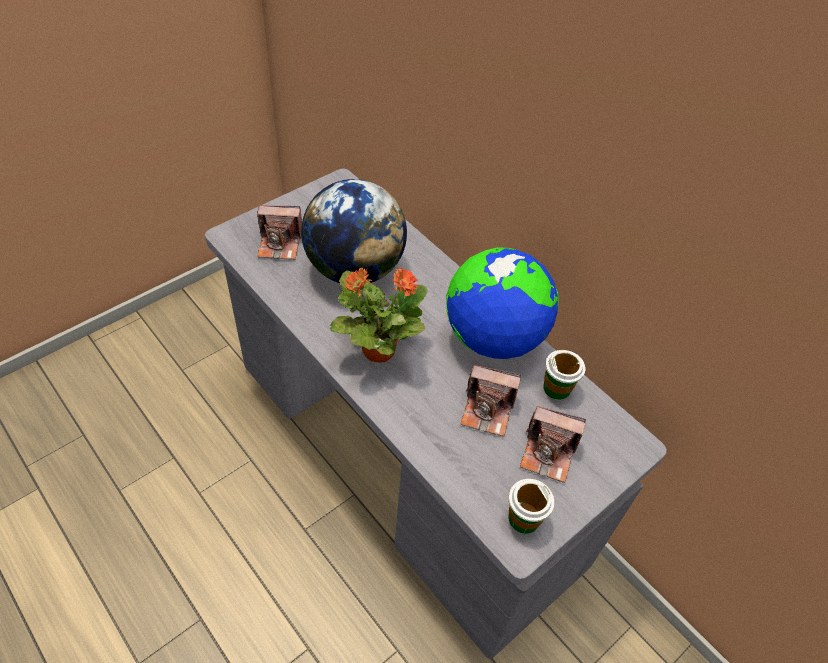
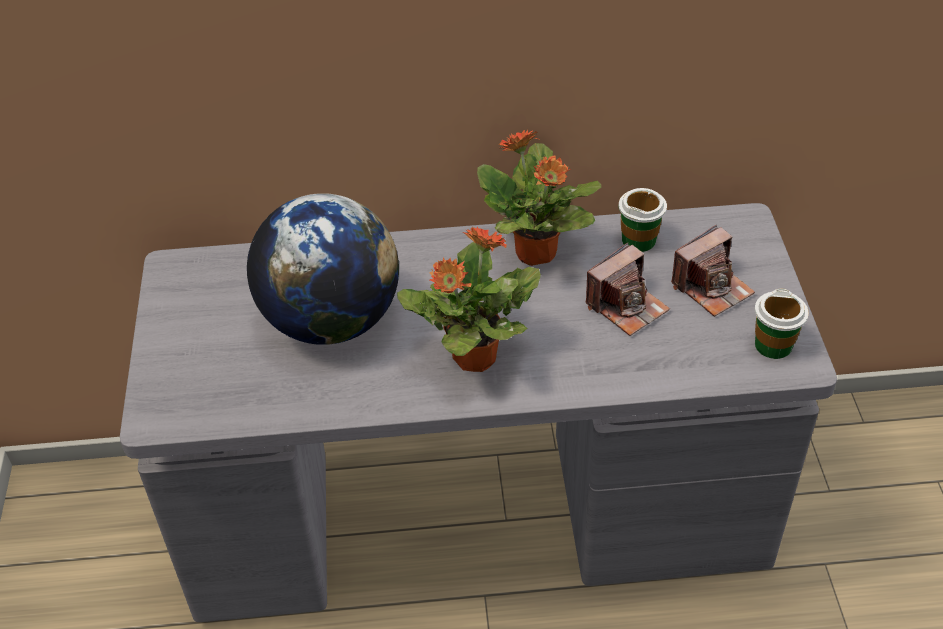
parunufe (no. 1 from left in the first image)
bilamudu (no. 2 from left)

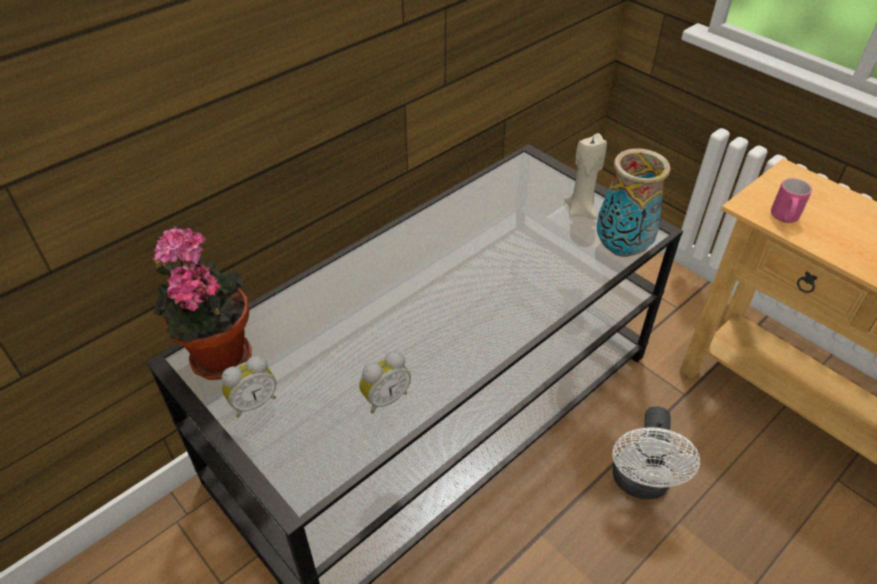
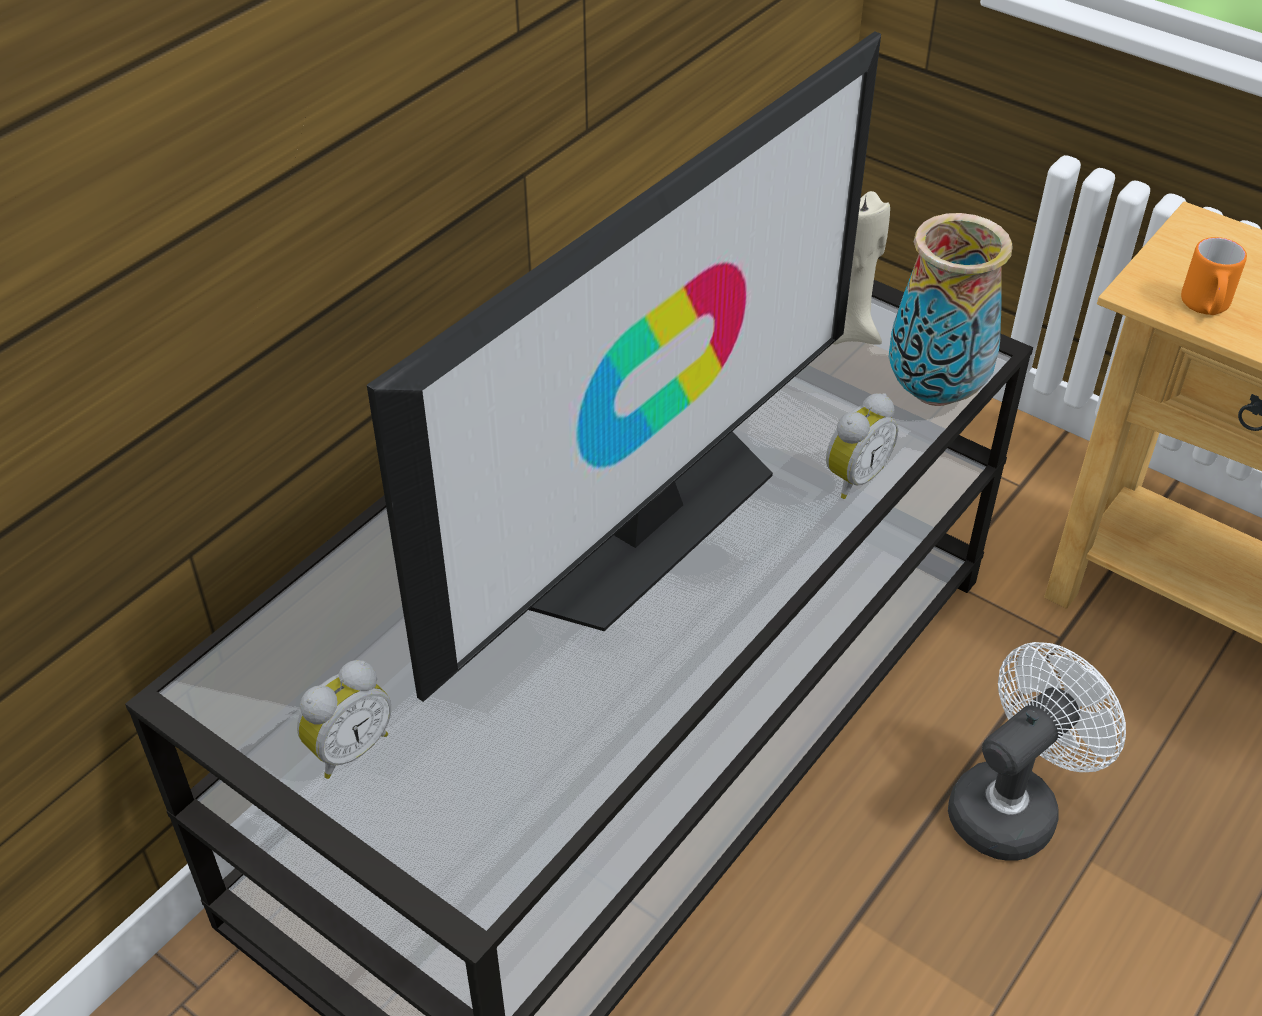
bilamudu
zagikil (no. 2 from left)
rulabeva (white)
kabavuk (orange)
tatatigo

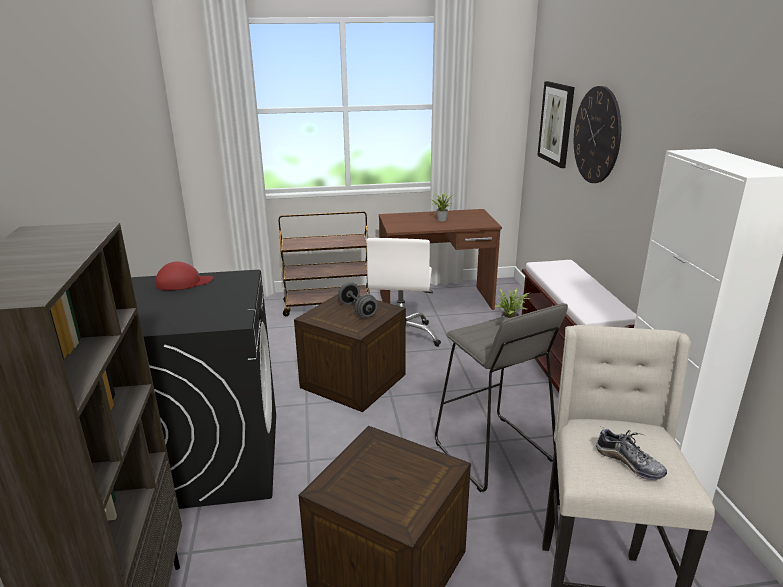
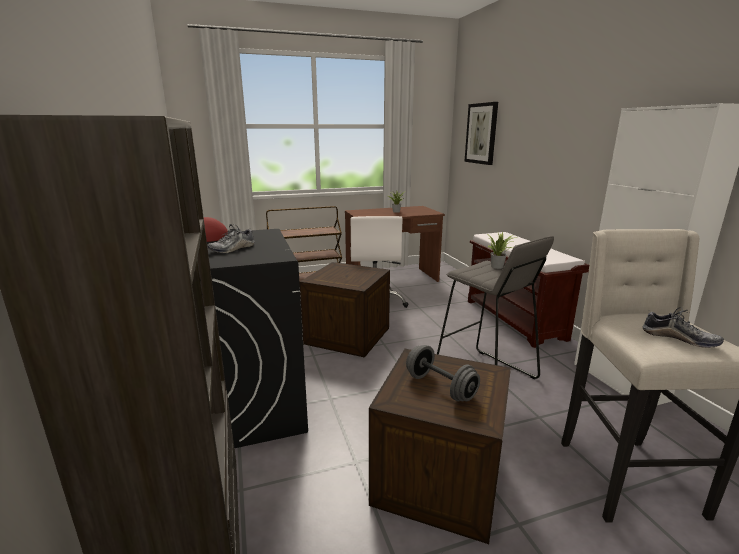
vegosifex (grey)
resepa
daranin (no. 1 from left)

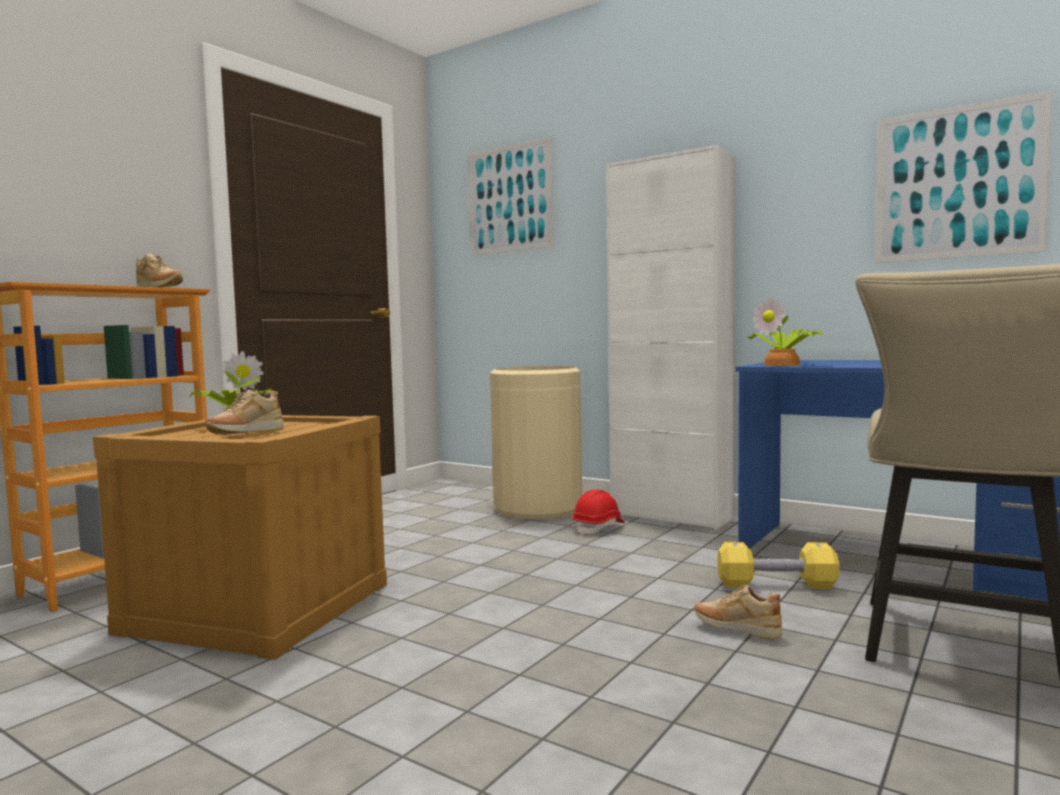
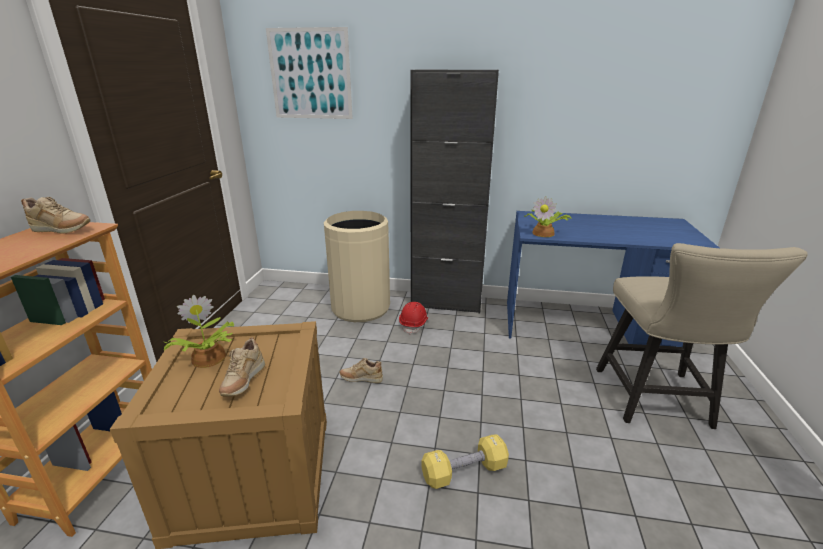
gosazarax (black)
daranin (beige) (no. 3 from left)
vegosifex (yellow)
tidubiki (no. 2 from left in the first image)

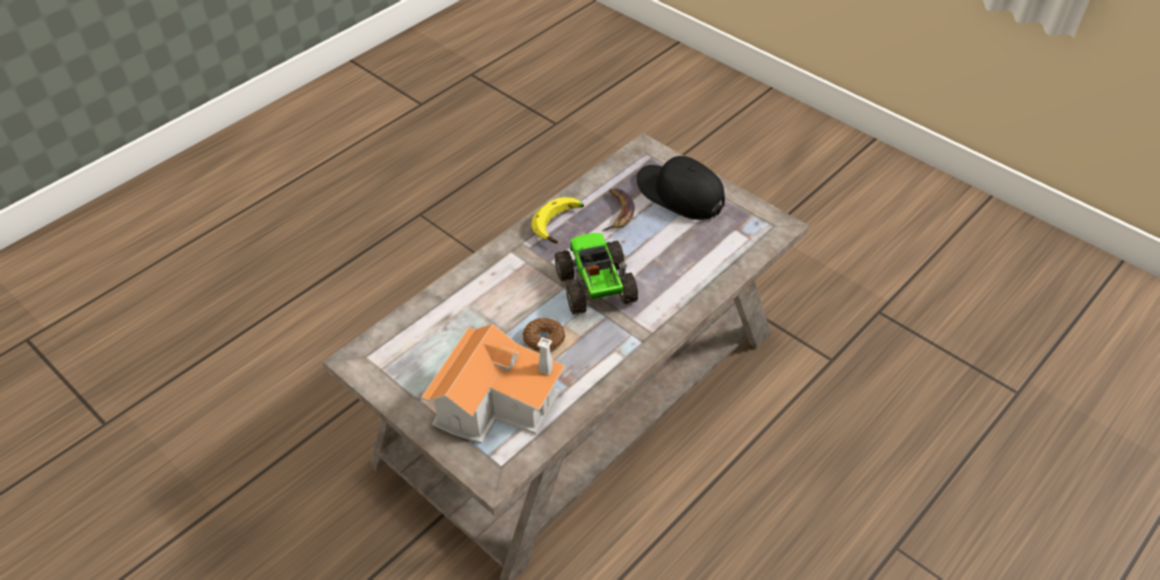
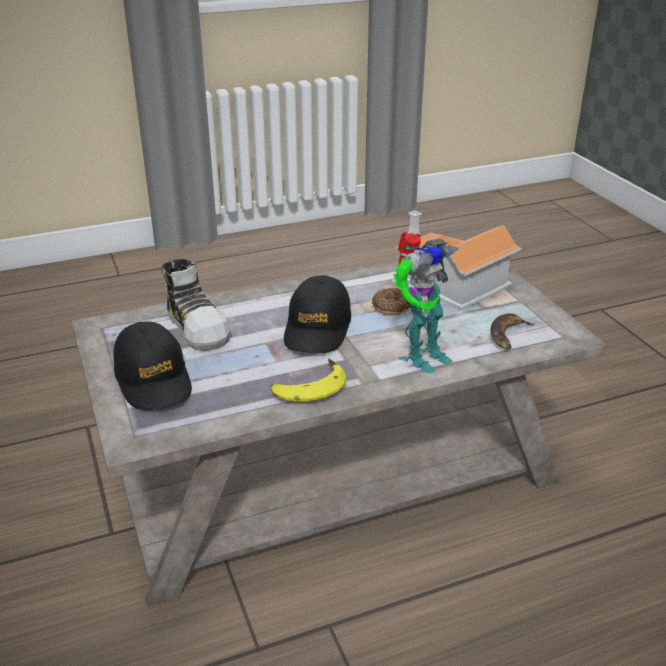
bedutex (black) (no. 2 from left)
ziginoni (no. 2 from left)
daranin
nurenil

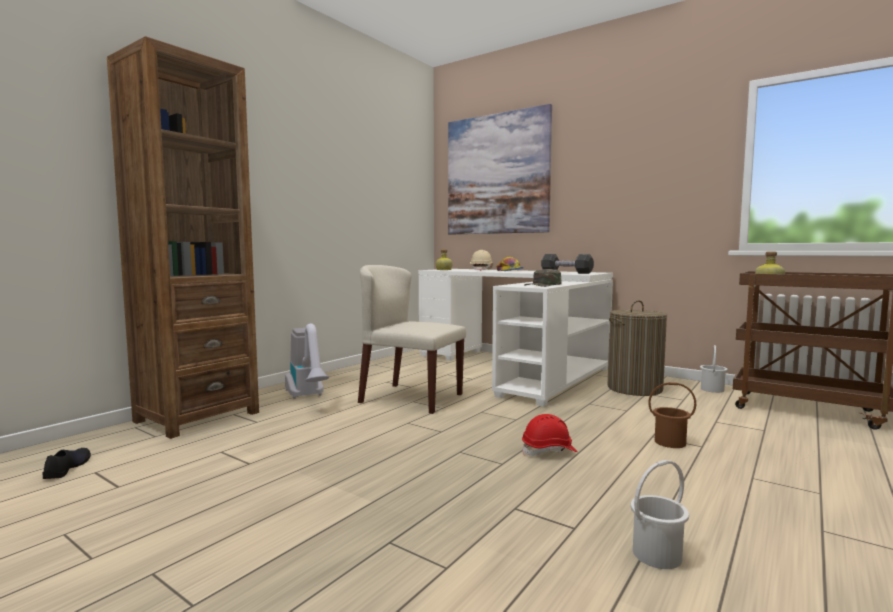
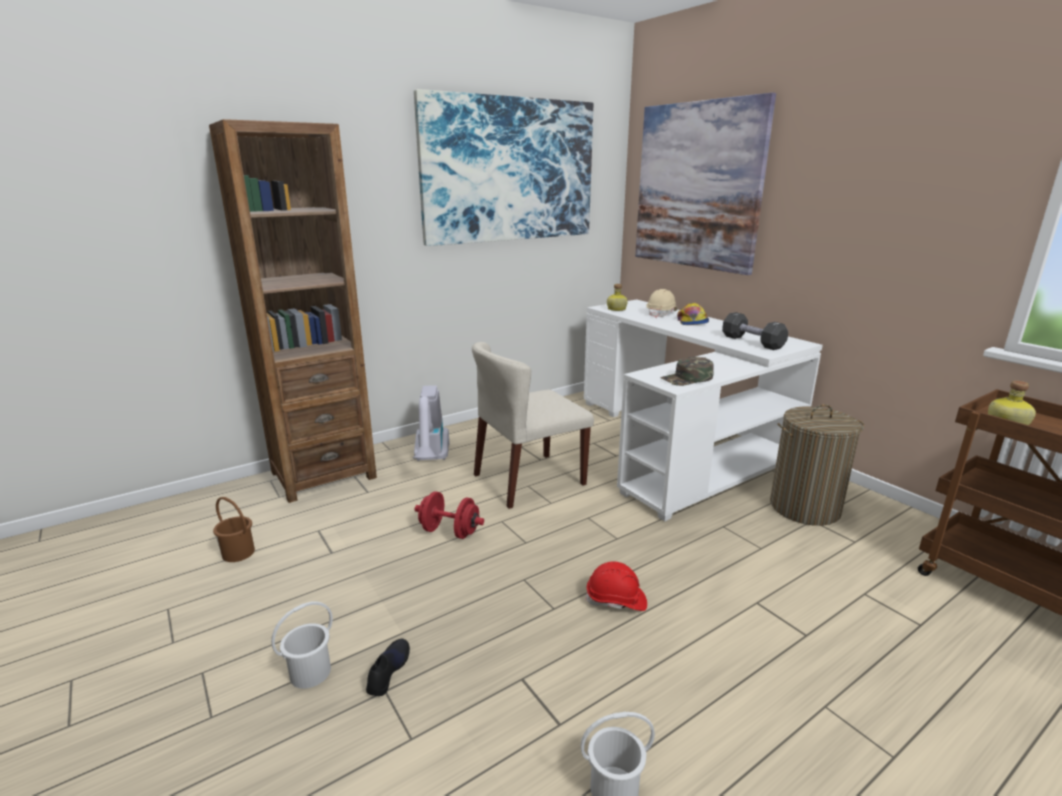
daranin (black)
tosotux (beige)
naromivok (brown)
naromivok (white) (no. 1 from left)
tidubiki (no. 1 from left)
vegosifex (red)

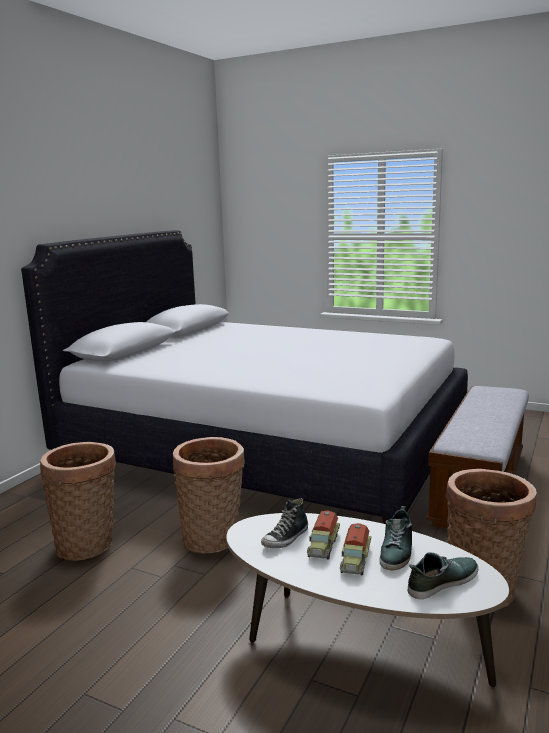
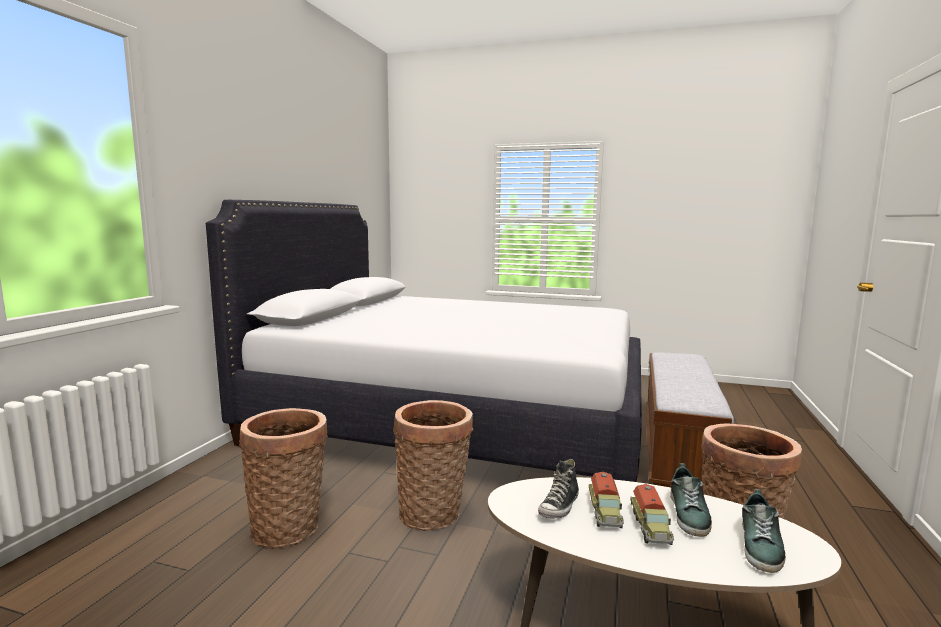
daranin (no. 3 from left)

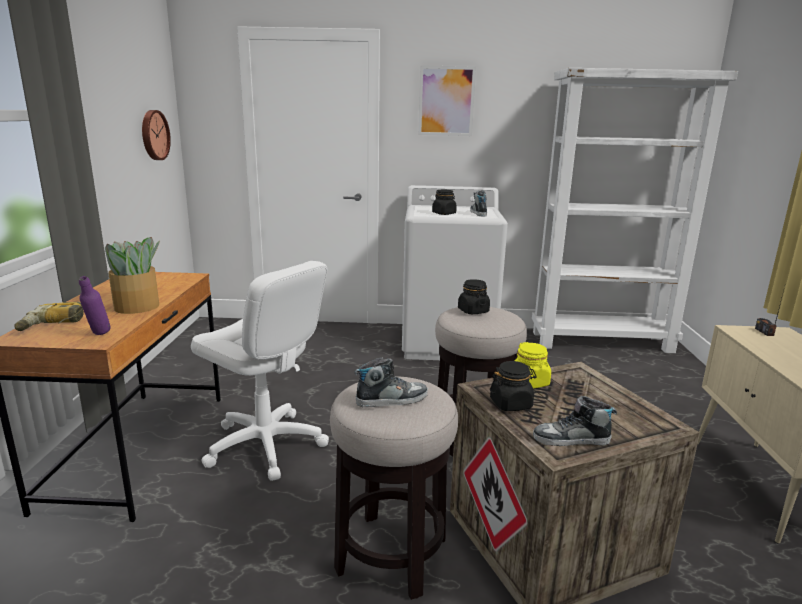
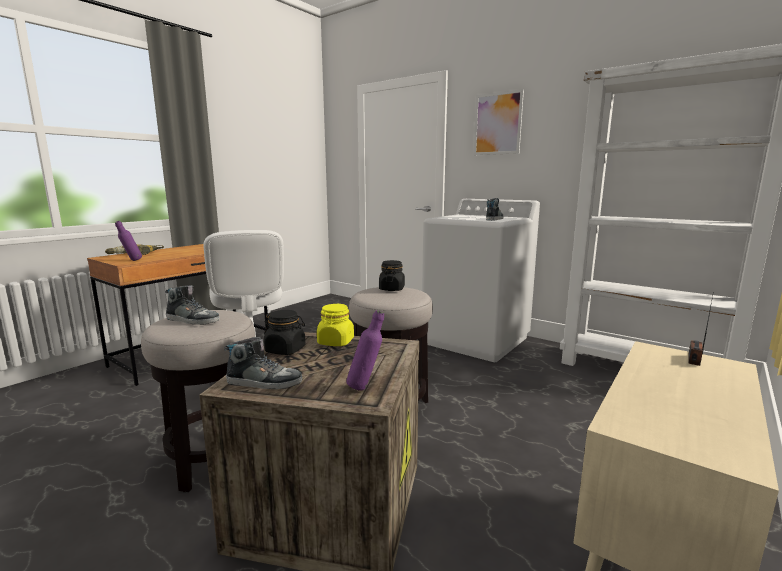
bilamudu
resepa
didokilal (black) (no. 1 from left in the first image)
daranin (no. 2 from left)
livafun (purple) (no. 2 from left)

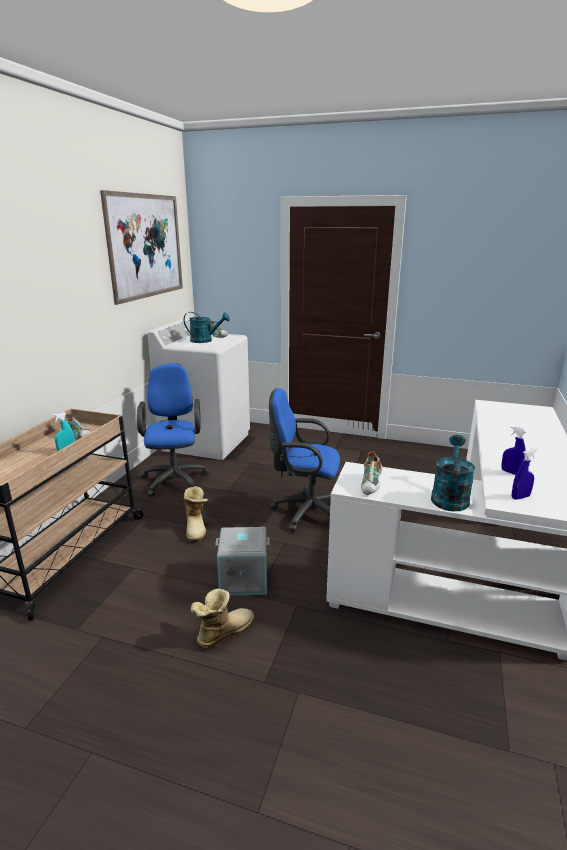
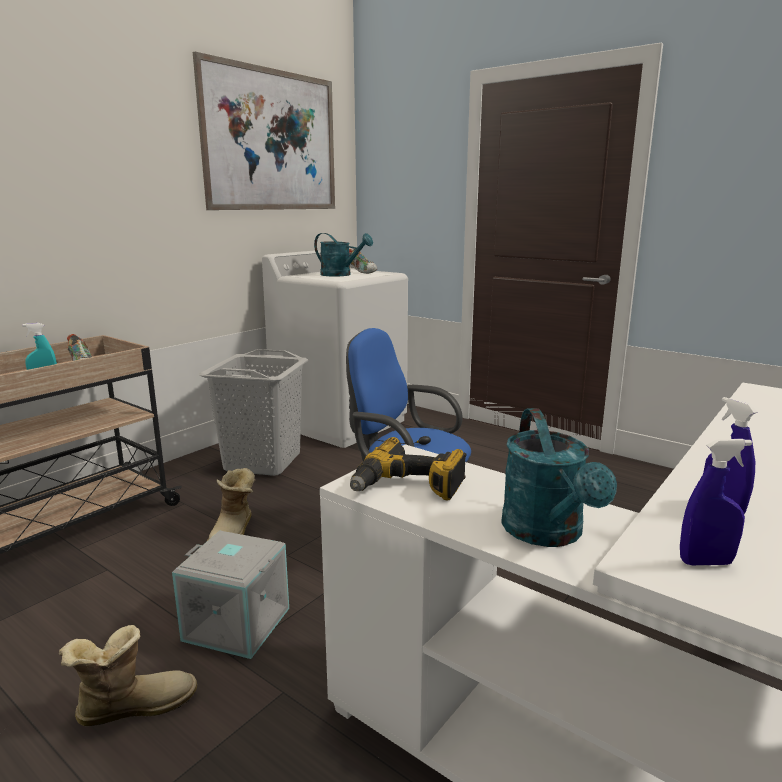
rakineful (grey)
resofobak
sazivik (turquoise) (no. 2 from left)

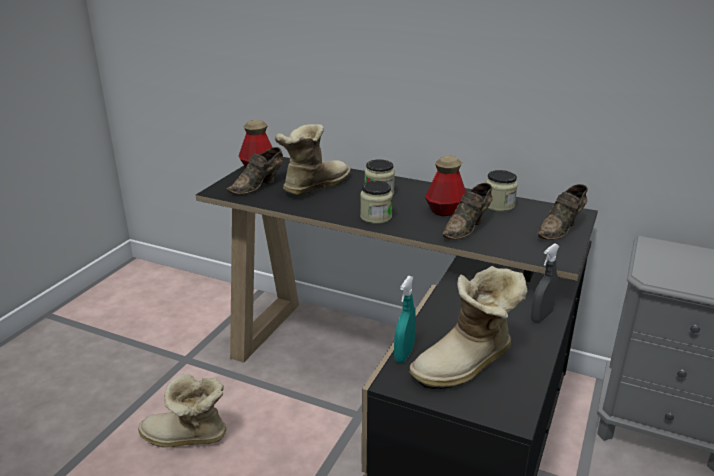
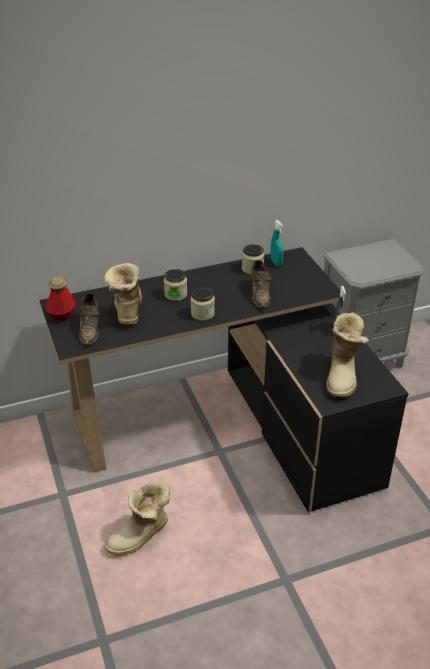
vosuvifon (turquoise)
livafun (no. 2 from left in the first image)
daranin (brown) (no. 3 from left in the first image)

